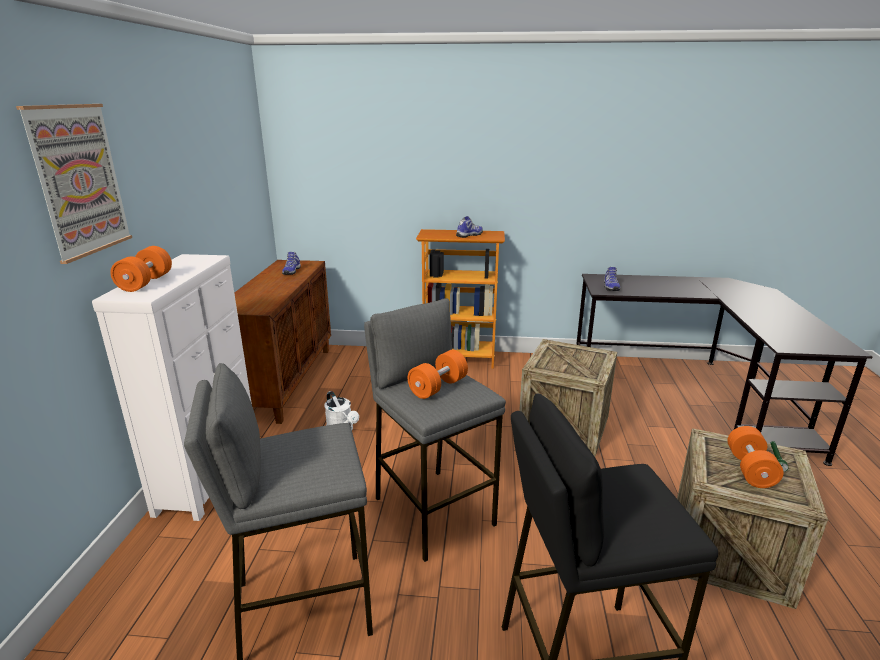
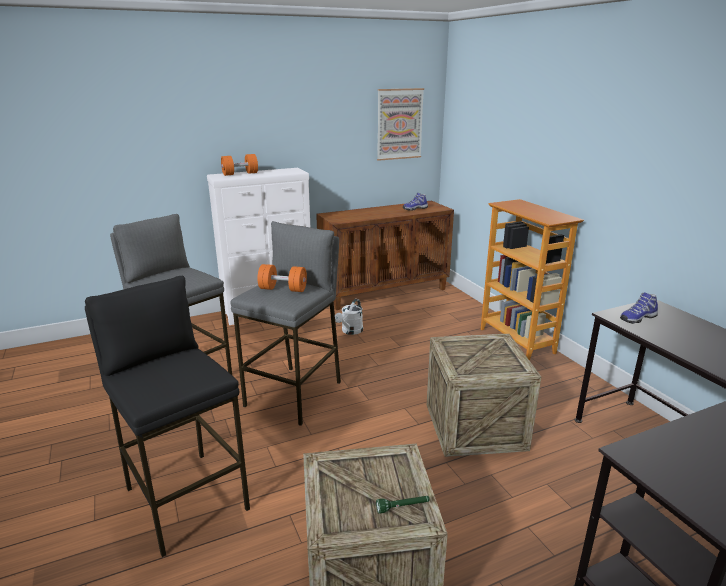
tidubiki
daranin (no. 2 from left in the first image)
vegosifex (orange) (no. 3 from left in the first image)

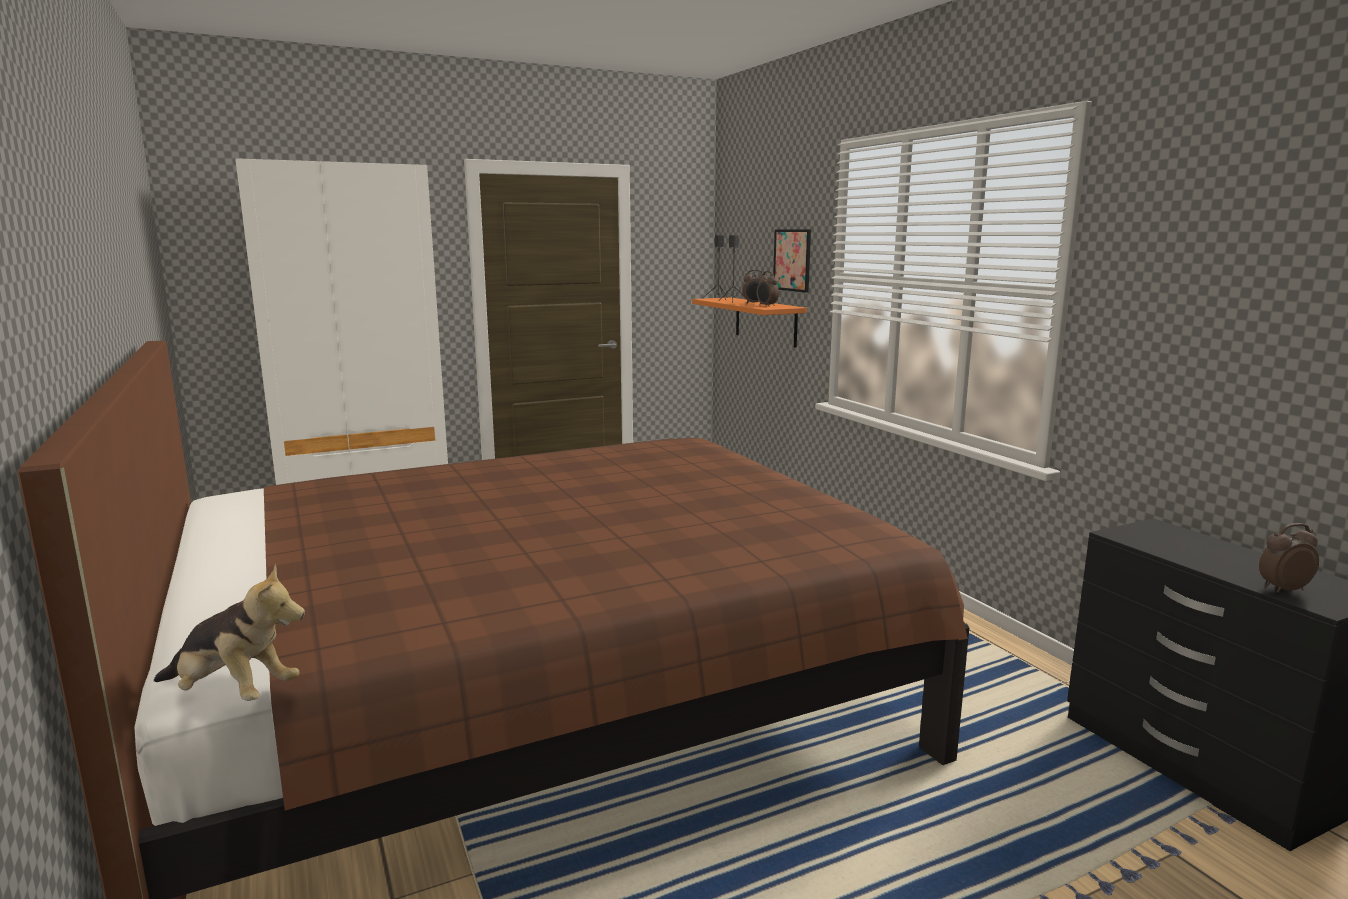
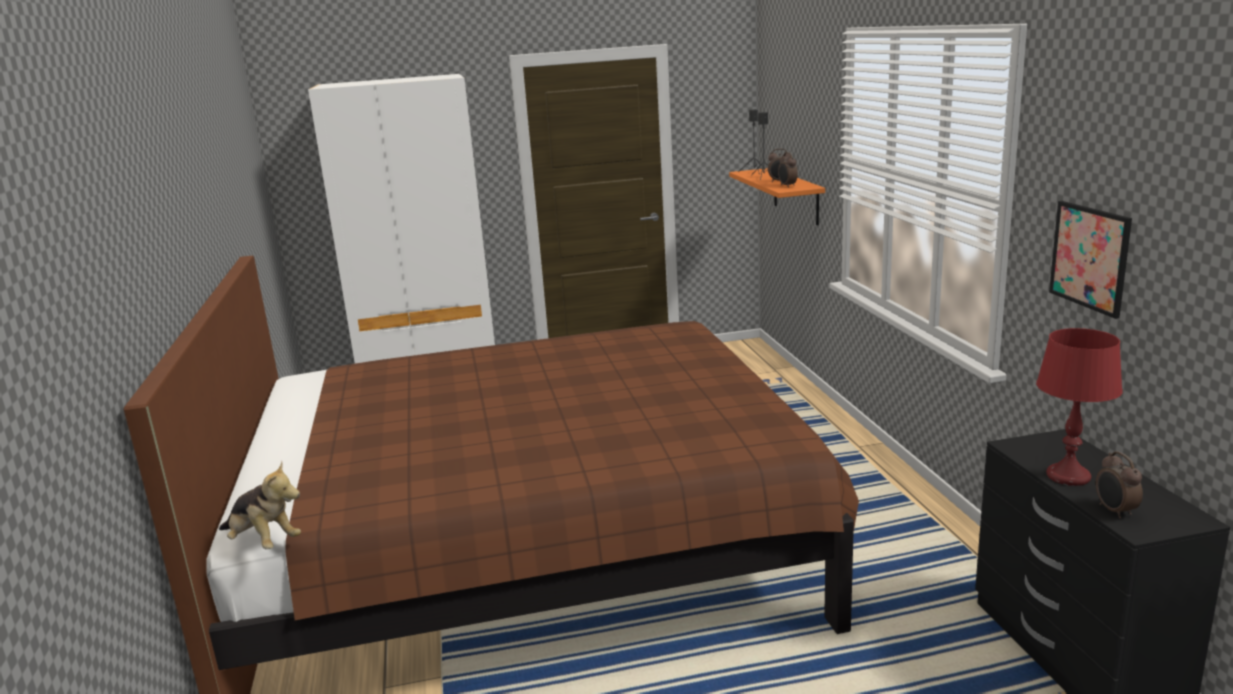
tidubiki
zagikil (no. 3 from left)
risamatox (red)

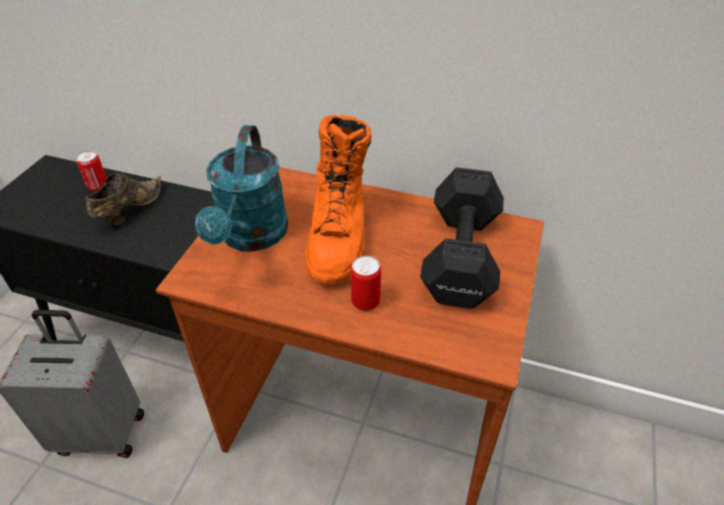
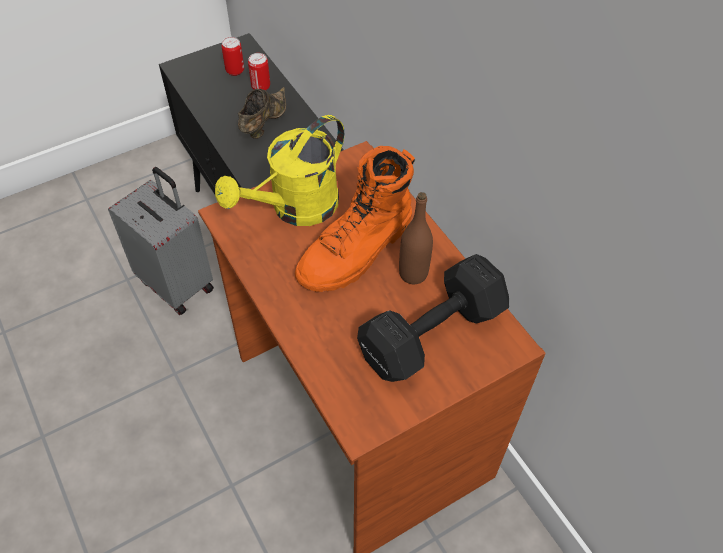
daranin (brown)
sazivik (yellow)
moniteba (no. 1 from left)
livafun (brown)

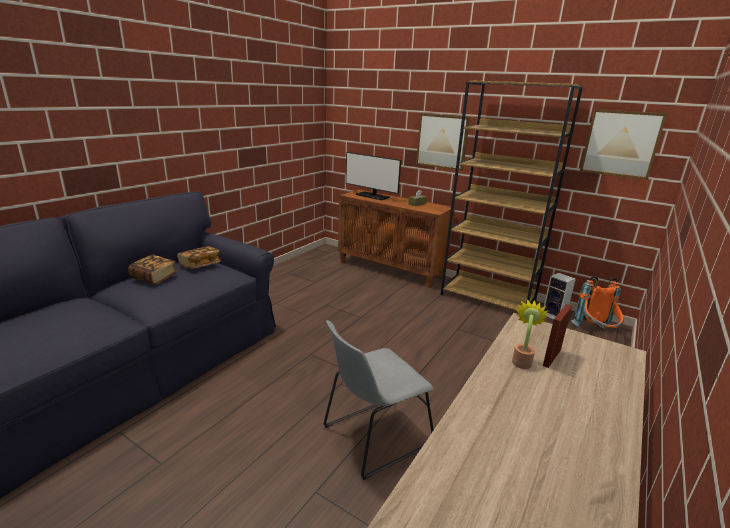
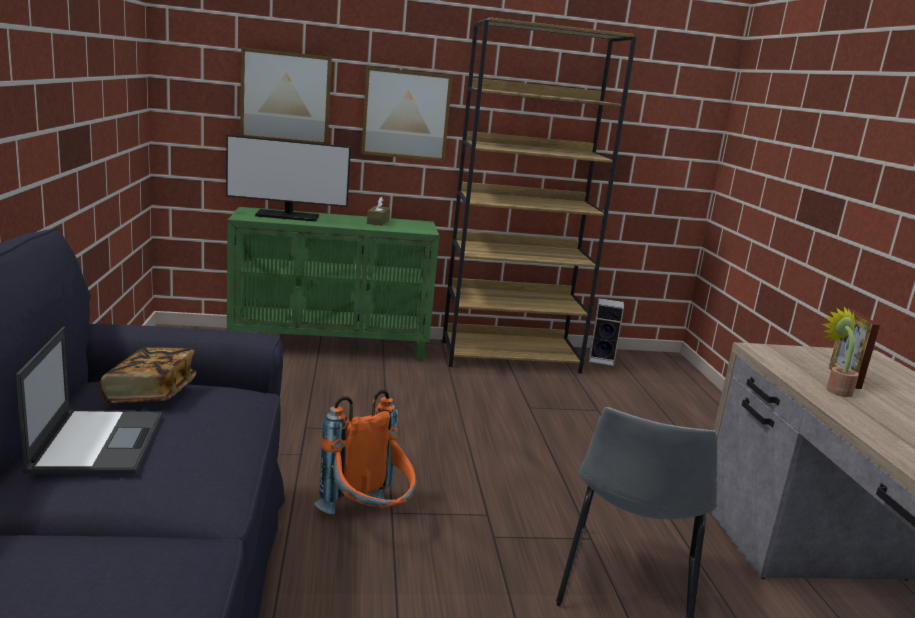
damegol
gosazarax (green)
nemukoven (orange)
tidubiki (no. 1 from left)

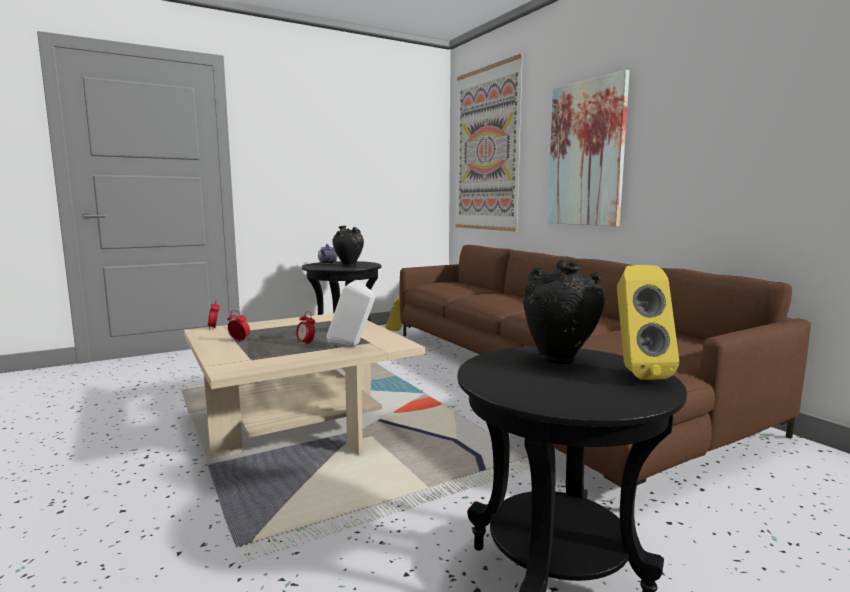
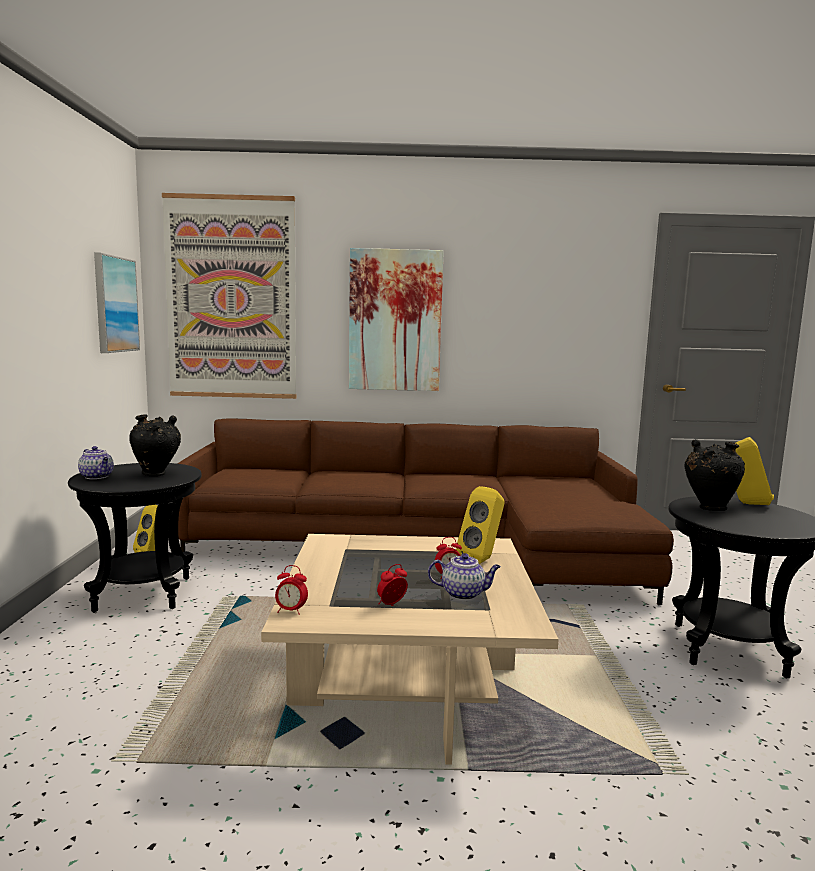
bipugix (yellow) (no. 2 from left)
tidubiki (no. 1 from left)
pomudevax (no. 2 from left)

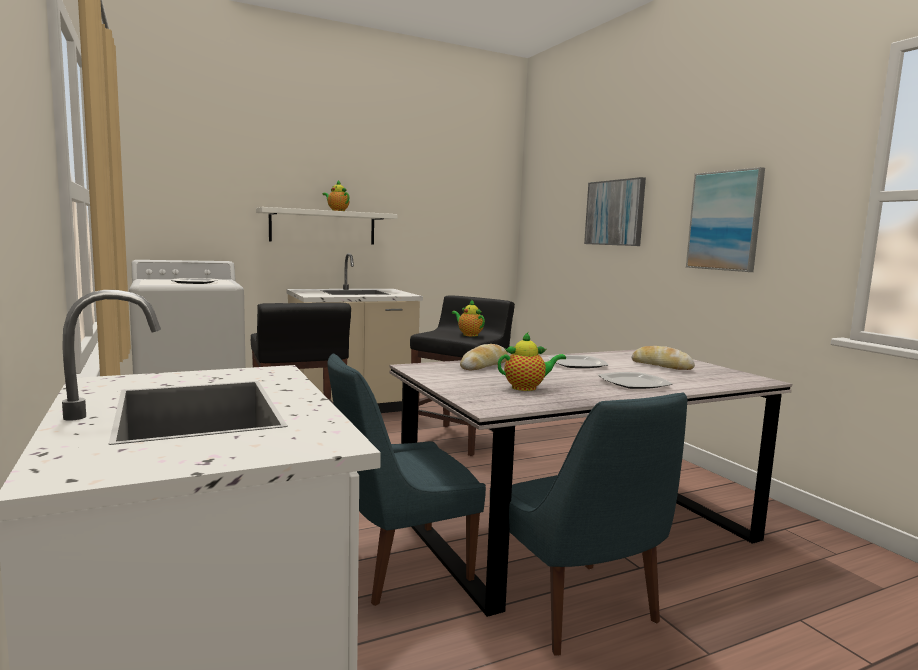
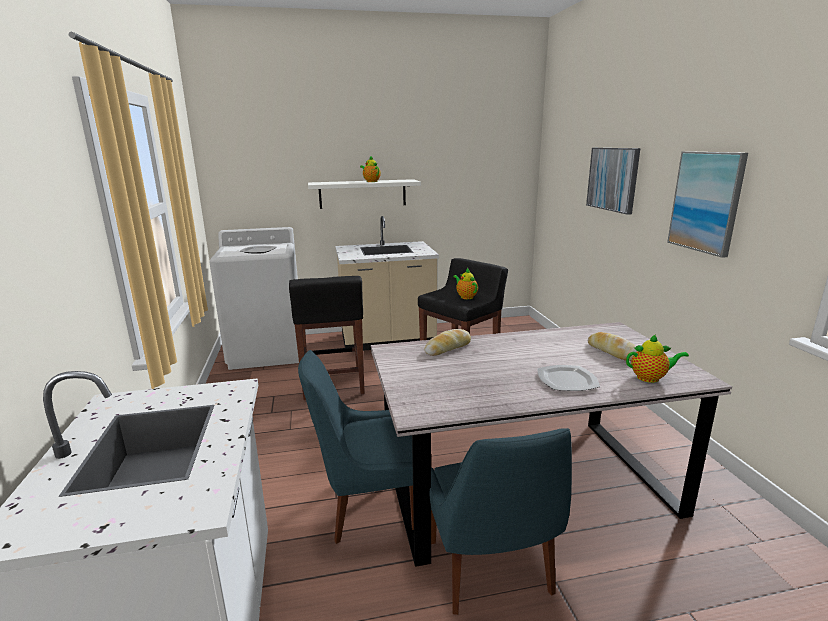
pomudevax (no. 3 from left)
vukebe (no. 2 from left in the first image)

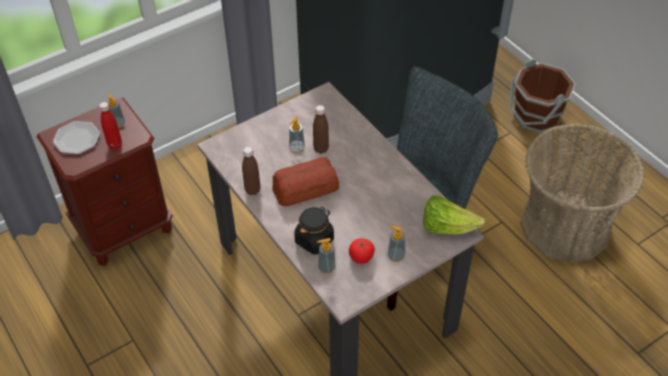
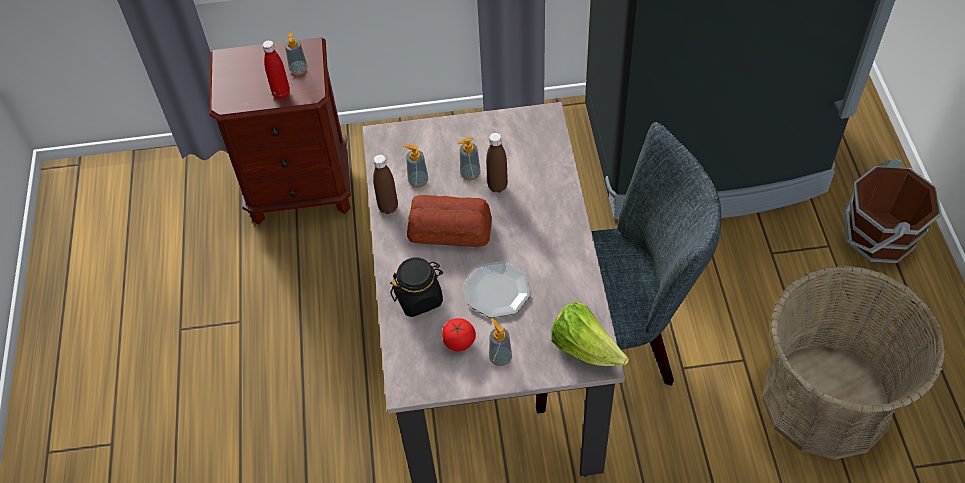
vukebe
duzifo (no. 2 from left)

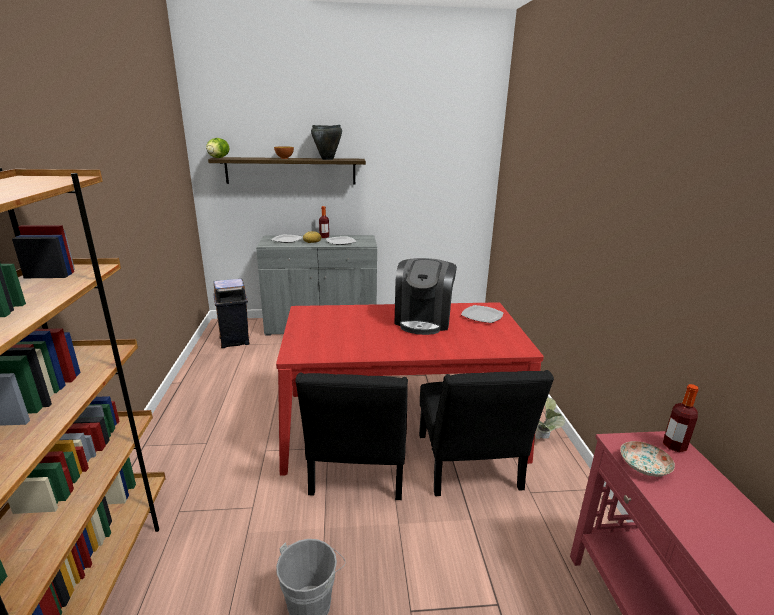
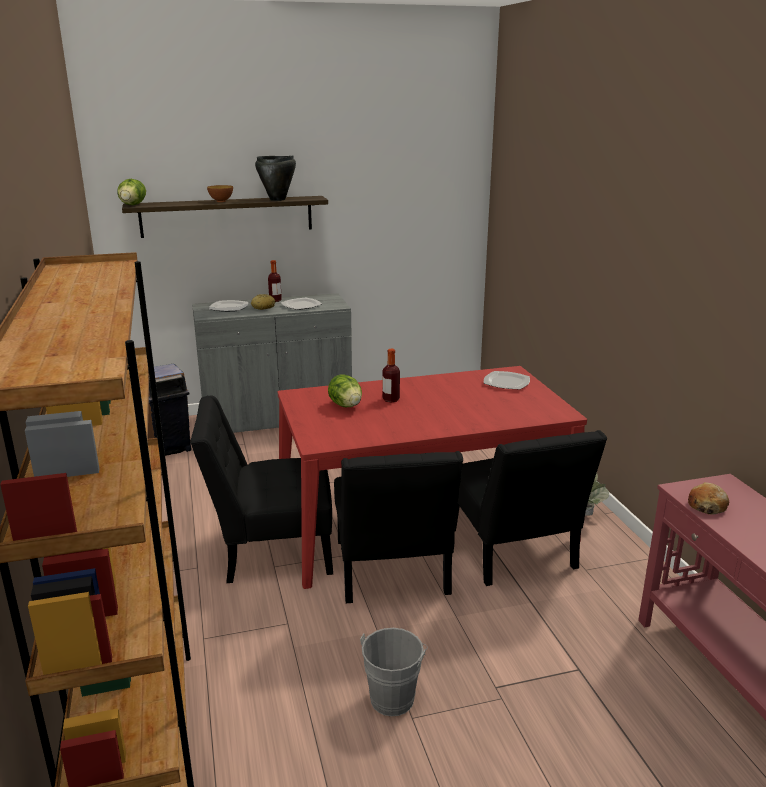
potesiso
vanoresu (no. 2 from left)
livafun (no. 2 from left)
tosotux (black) (no. 1 from left)
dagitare (no. 2 from left)

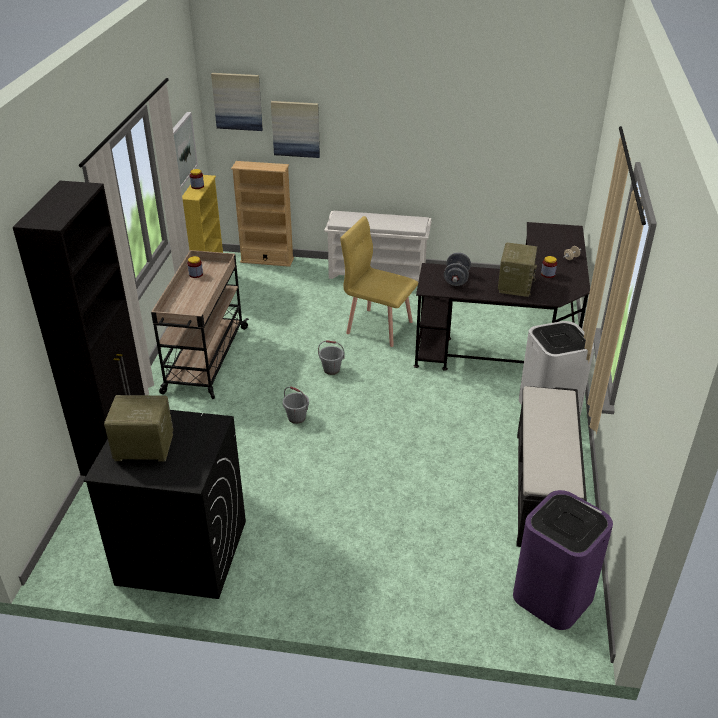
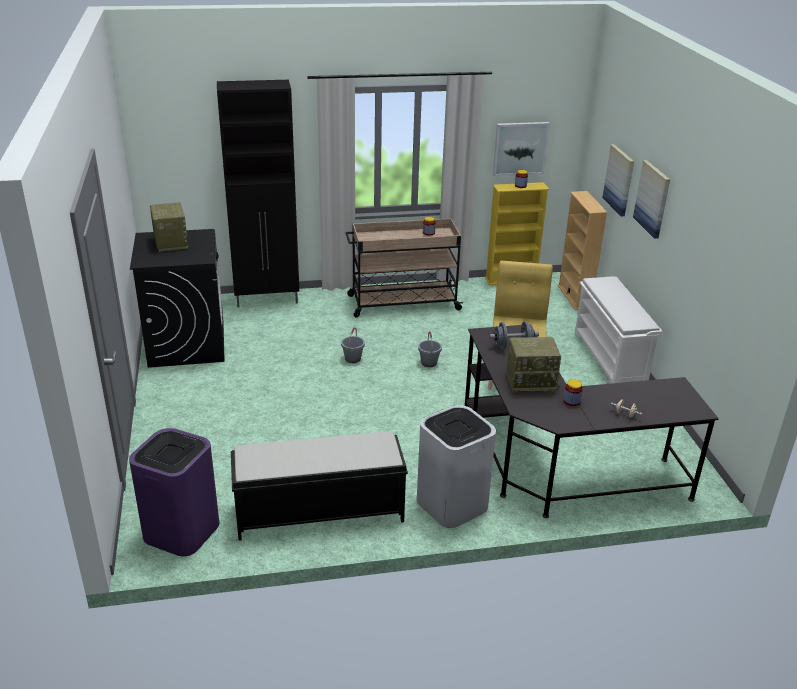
tidubiki (no. 3 from left)

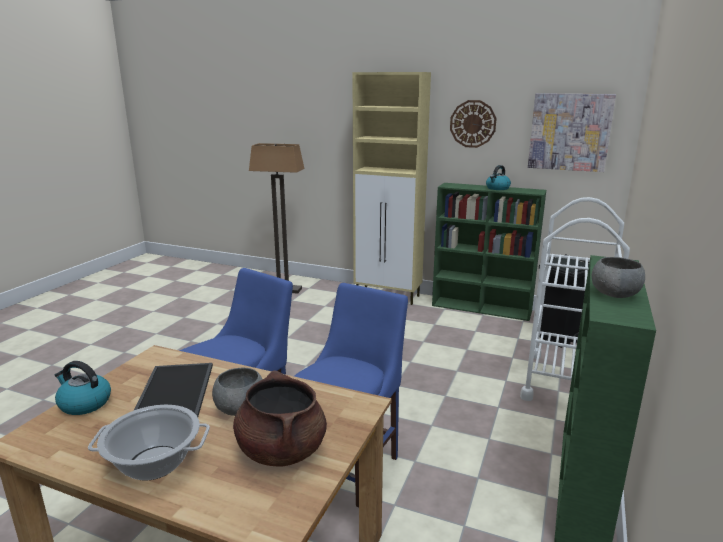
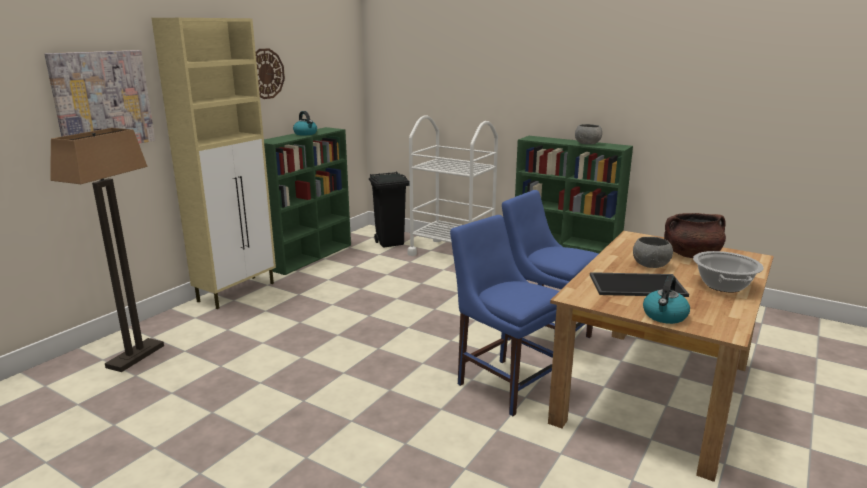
tidubiki

